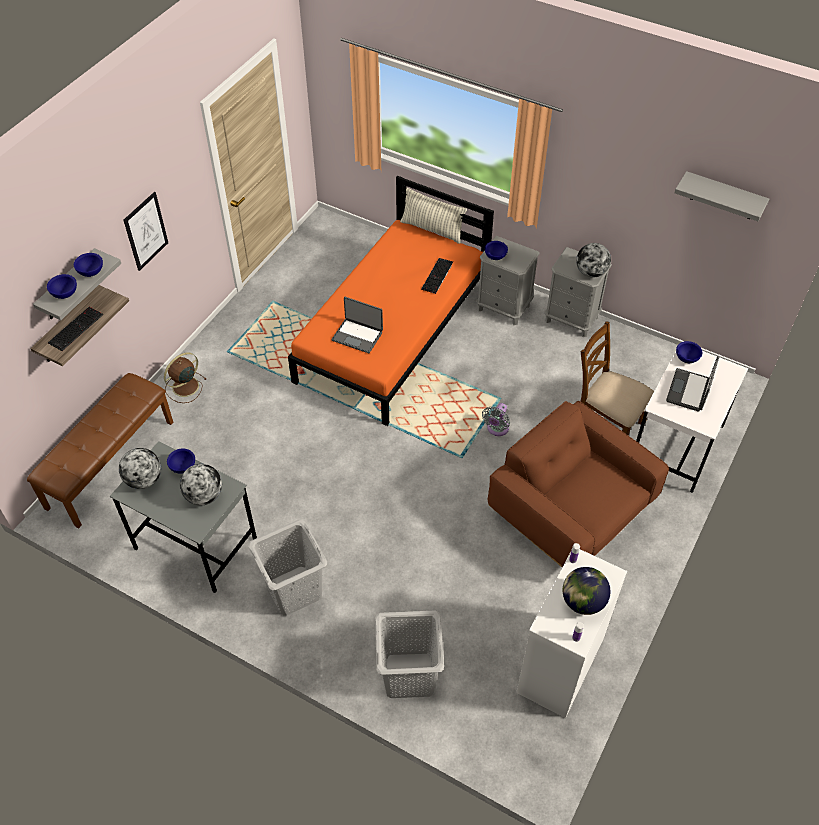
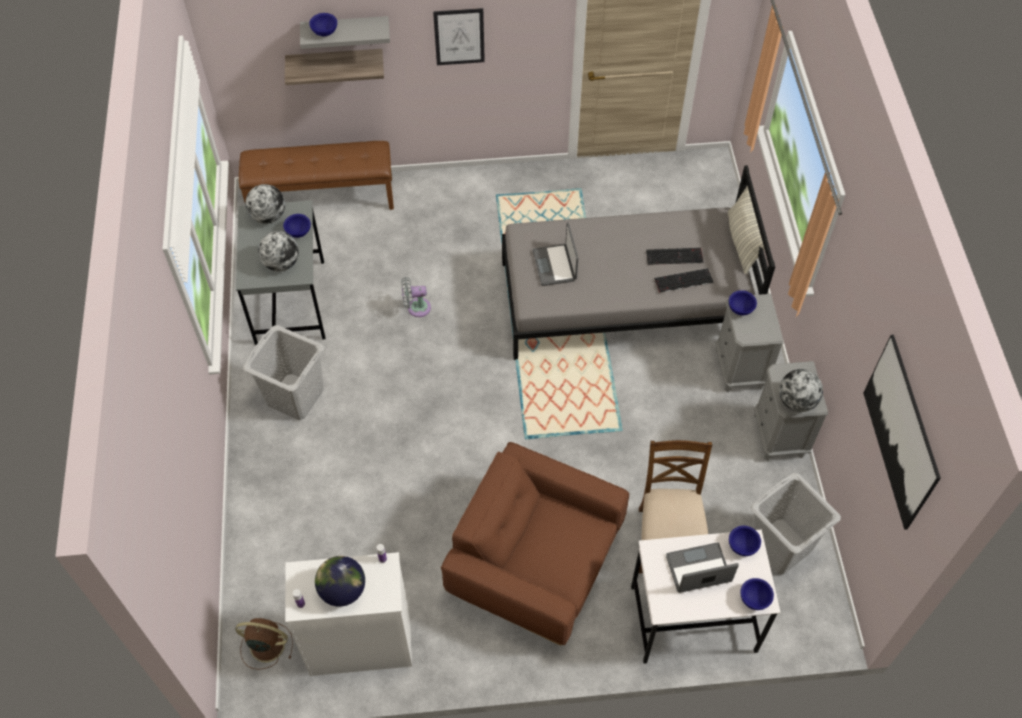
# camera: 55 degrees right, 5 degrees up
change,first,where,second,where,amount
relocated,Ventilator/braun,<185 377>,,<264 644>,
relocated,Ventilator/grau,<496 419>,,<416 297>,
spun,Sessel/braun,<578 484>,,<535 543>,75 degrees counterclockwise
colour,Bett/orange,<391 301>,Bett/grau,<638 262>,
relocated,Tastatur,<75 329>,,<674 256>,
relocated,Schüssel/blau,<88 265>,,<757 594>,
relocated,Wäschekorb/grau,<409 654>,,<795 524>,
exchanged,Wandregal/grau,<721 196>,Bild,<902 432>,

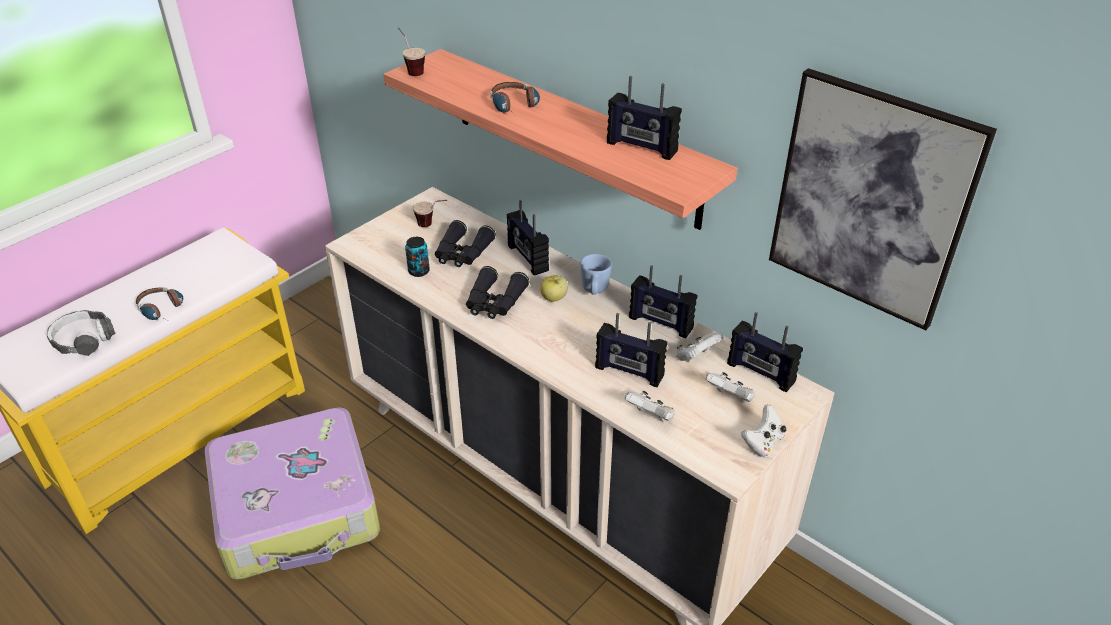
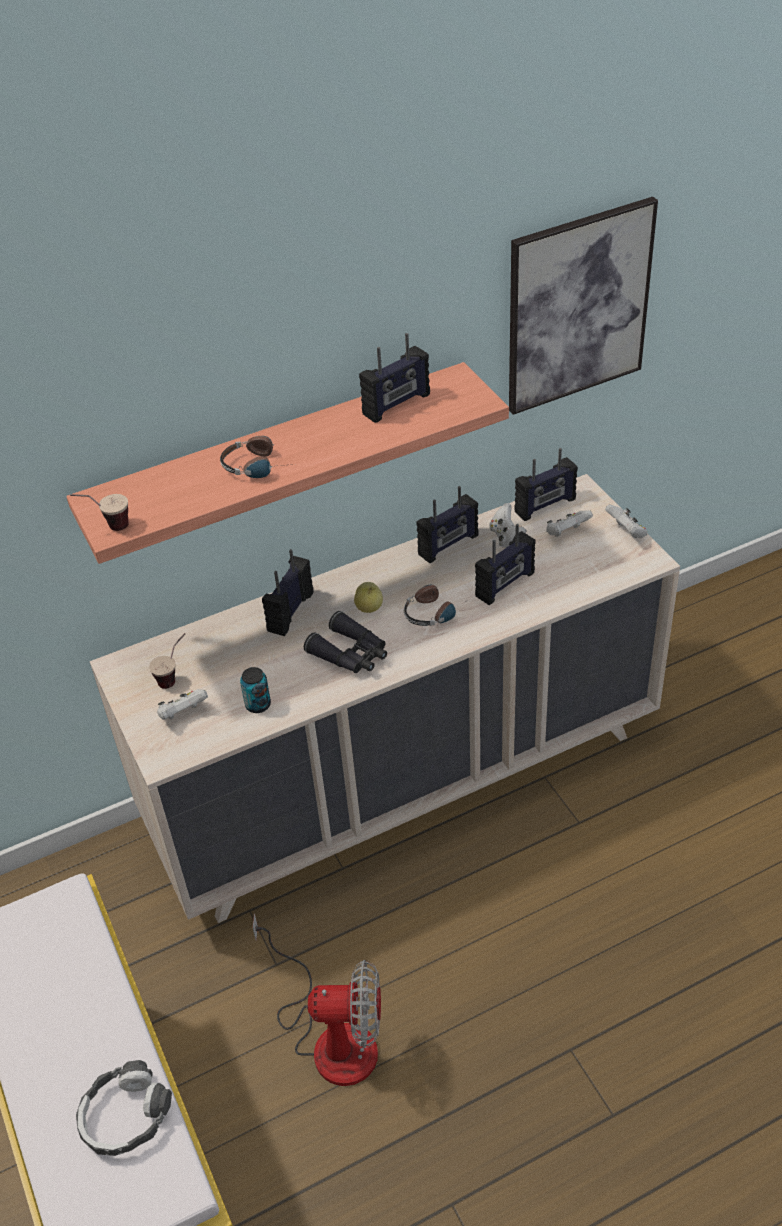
# camera: 65 degrees left, 5 degrees up
change,first,where,second,where,amount
relocated,Gamepad/weiß,<650 406>,,<182 704>,
exchanged,Koffer,<292 493>,Ventilator,<317 1000>,
spun,Radio,<528 238>,,<287 592>,120 degrees clockwise
relocated,Kopfhörer,<159 303>,,<435 605>,
missing,Fernglas/schwarz,<465 243>,,,
missing,Henkelbecher/blau,<596 274>,,,

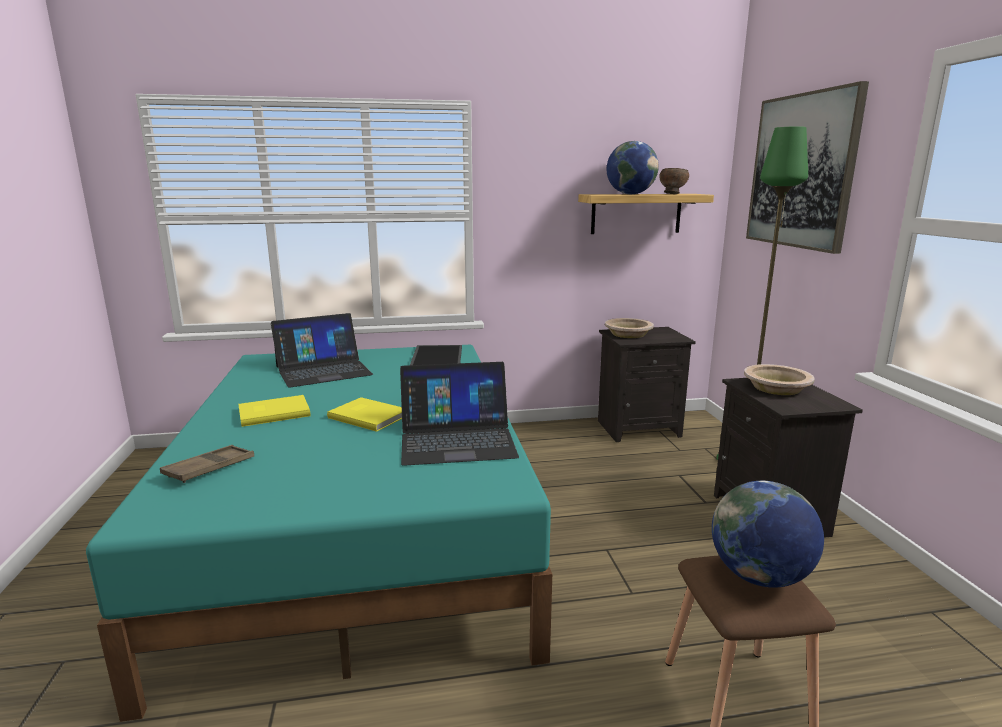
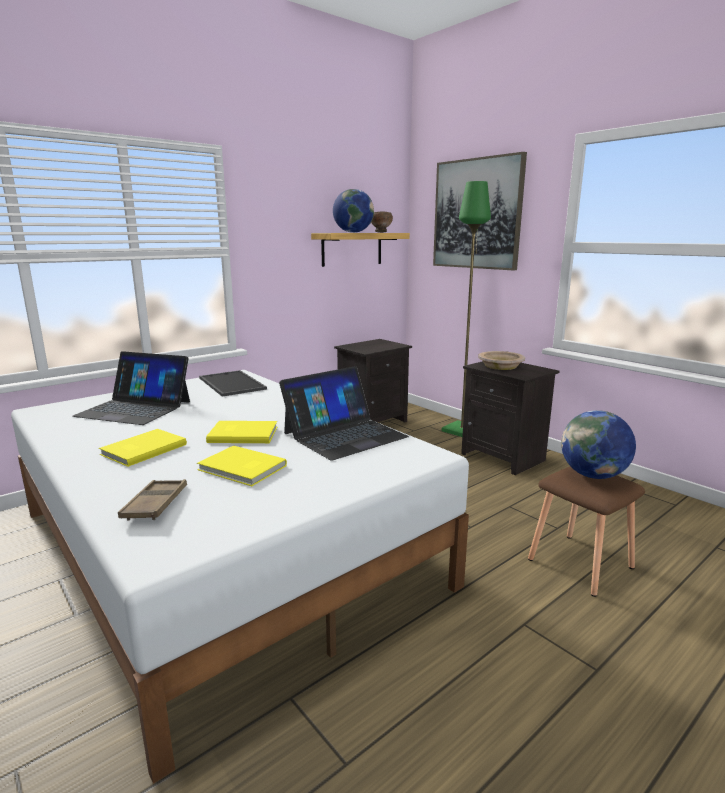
# camera: 30 degrees left, 0 degrees up
change,first,where,second,where,amount
colour,Bett/türkis,<319 533>,Bett/weiß,<240 577>,
spun,Laptop,<322 350>,,<131 388>,75 degrees clockwise
appeared,,,Buch/gelb,<242 466>,
missing,Schüssel/beige,<629 328>,,,

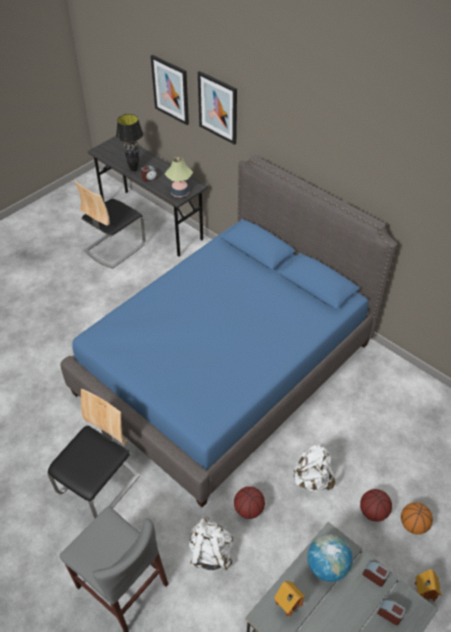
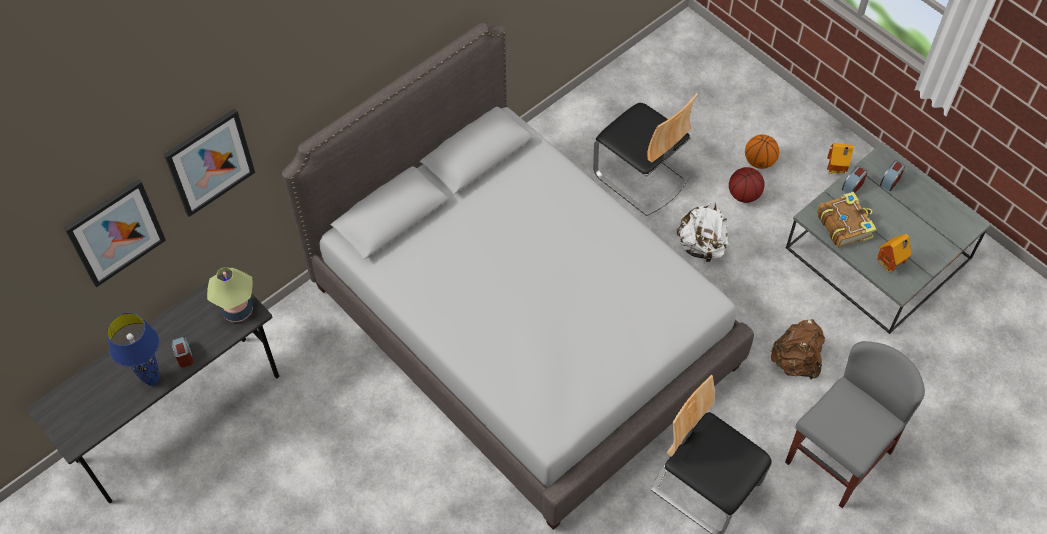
# camera: 85 degrees left, 10 degrees up
change,first,where,second,where,amount
colour,Tischlampe/schwarz,<129 143>,Tischlampe/blau,<133 349>,
colour,Bett/blau,<228 331>,Bett/grau,<518 276>,
relocated,Stuhl,<110 225>,,<645 154>,
colour,Rucksack/weiß,<211 543>,Rucksack/braun,<798 349>,
exchanged,Globus,<330 558>,Buch,<847 220>,
missing,Basketball,<249 503>,,,

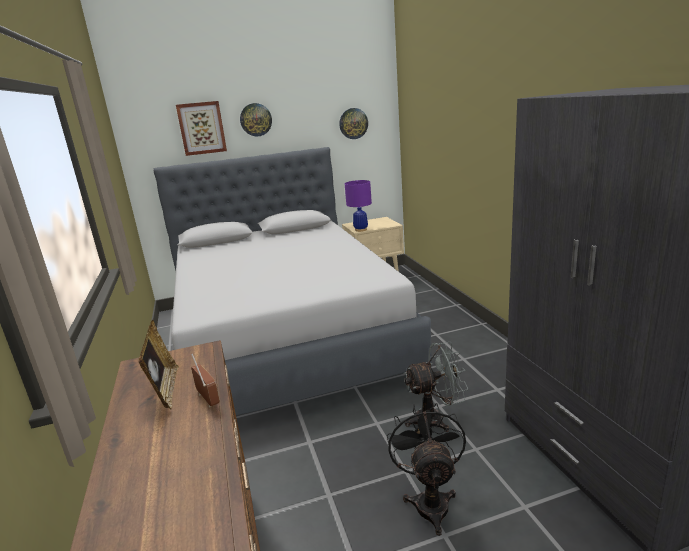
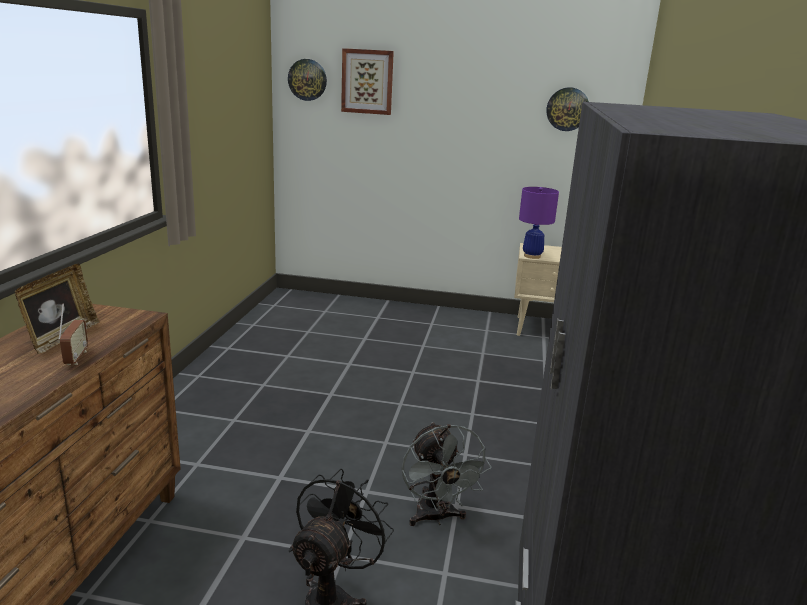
# camera: 25 degrees right, 0 degrees up
change,first,where,second,where,amount
relocated,Wanduhr,<256 120>,,<307 80>,
spun,Ventilator/grau,<436 387>,,<447 474>,60 degrees clockwise
missing,Bett/grau,<292 281>,,,

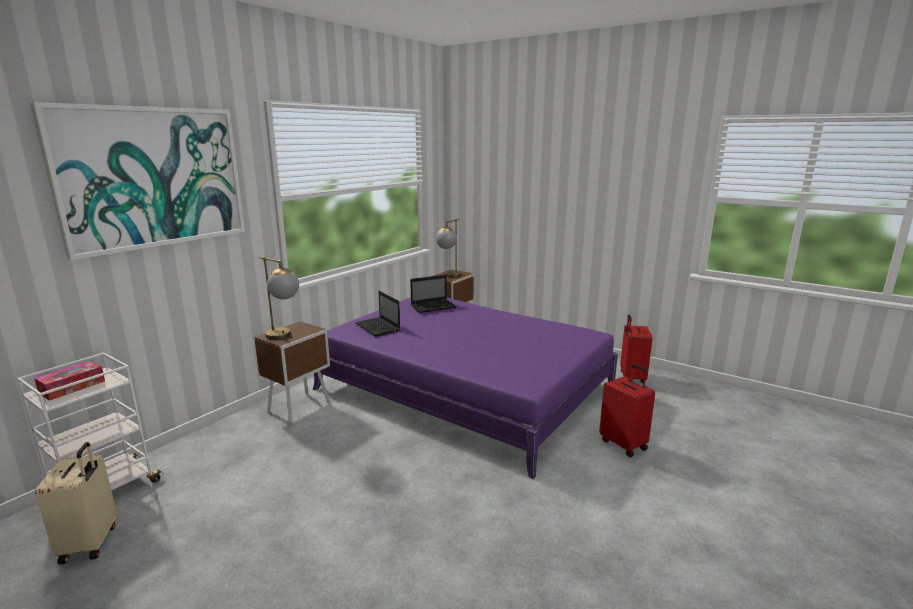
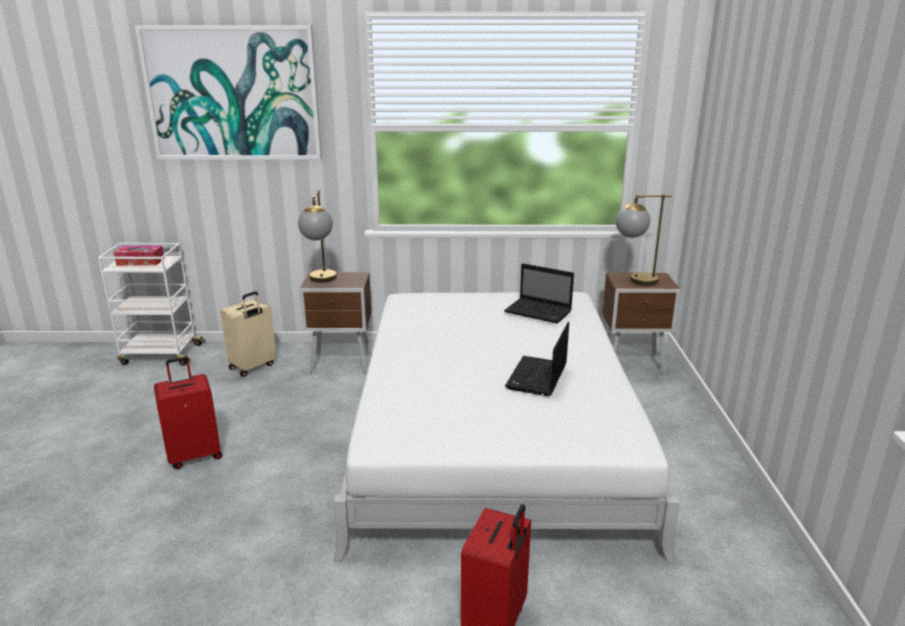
# camera: 55 degrees right, 5 degrees up
change,first,where,second,where,amount
relocated,Koffer/rot,<636 348>,,<188 413>,
relocated,Koffer/beige,<76 503>,,<248 334>,
colour,Bett/lila,<465 388>,Bett/weiß,<506 427>,
relocated,Laptop,<377 314>,,<537 359>,

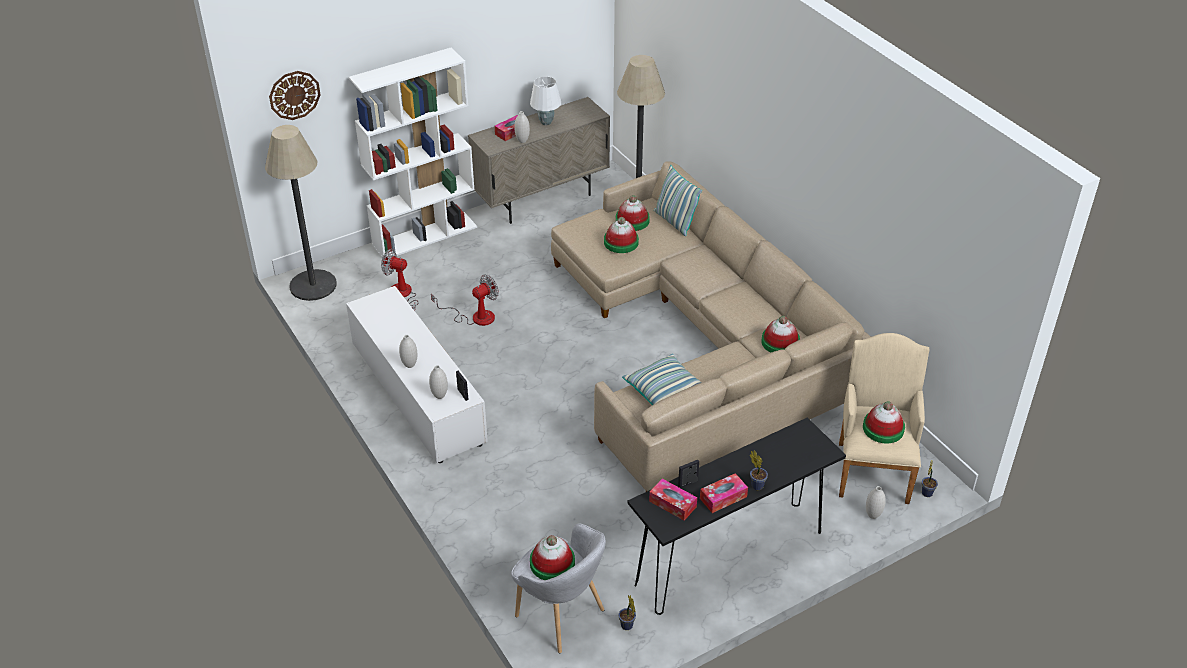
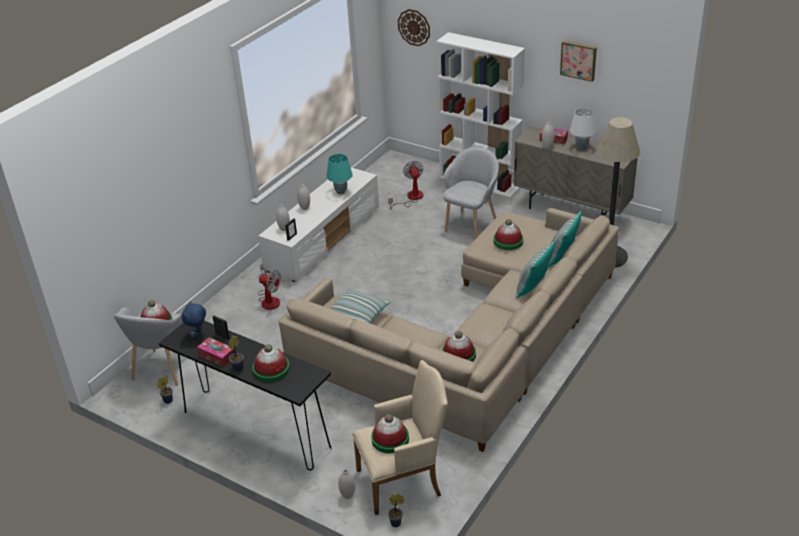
# camera: 65 degrees right, 5 degrees down
change,first,where,second,where,amount
exchanged,Taschentuchbox,<673 500>,Plüschtier/blau,<194 320>,
relocated,Hut,<633 213>,,<271 363>,
relocated,Ventilator,<465 300>,,<269 286>,
appeared,,,Tischlampe/türkis,<340 174>,
appeared,,,Sessel/grau,<471 193>,
appeared,,,Kissen,<535 269>,
appeared,,,Bild,<578 61>,
missing,Stehlampe,<301 213>,,,

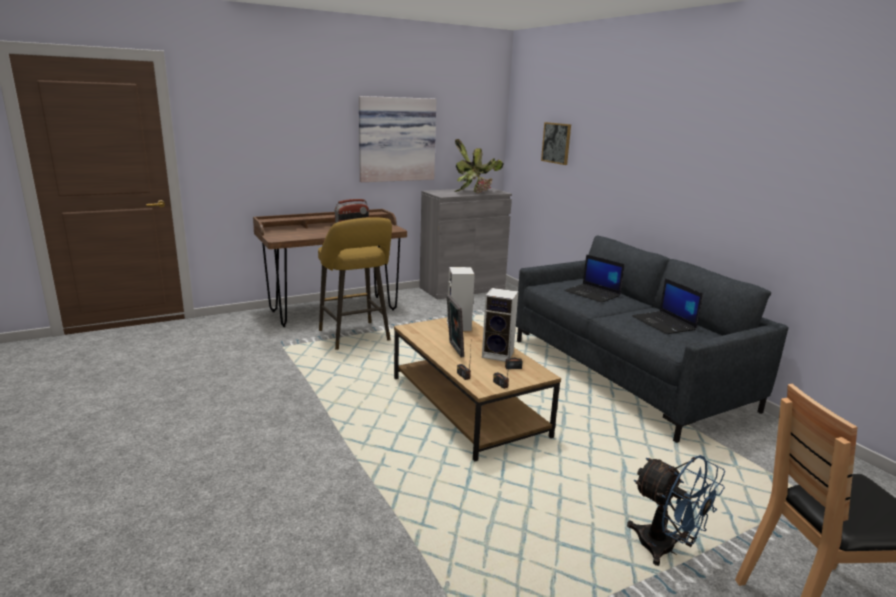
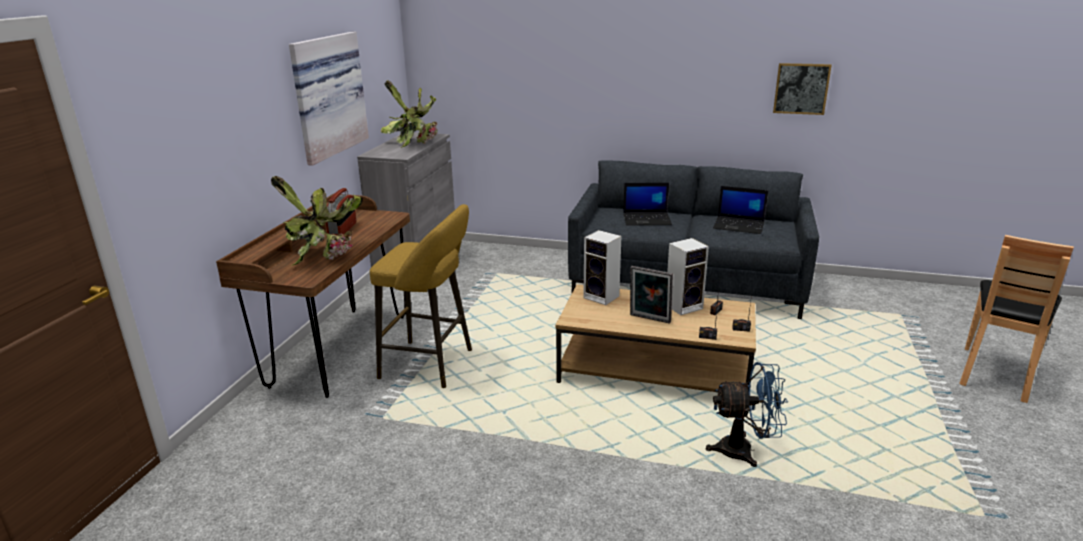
# camera: 45 degrees left, 5 degrees up
change,first,where,second,where,amount
appeared,,,Topfpflanze,<317 221>,
relocated,Ventilator/blau,<676 510>,,<747 414>,
relocated,Bild,<556 143>,,<802 89>,

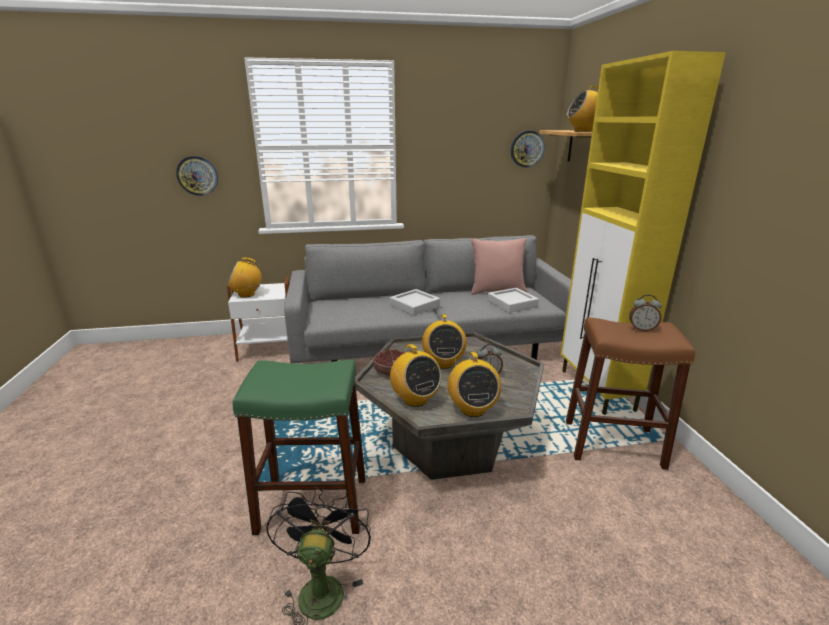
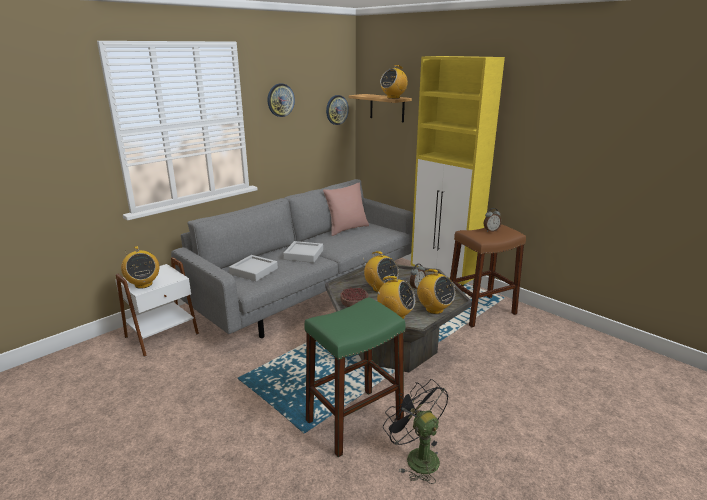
# camera: 35 degrees left, 0 degrees up
change,first,where,second,where,amount
spun,Radio,<244 278>,,<140 267>,75 degrees counterclockwise
relocated,Tablett/grau,<513 300>,,<253 268>,
relocated,Wanduhr,<197 176>,,<281 100>,

